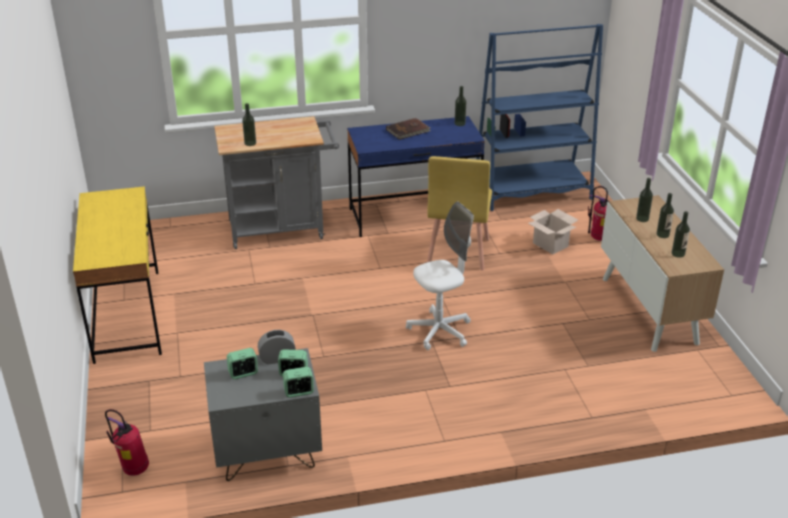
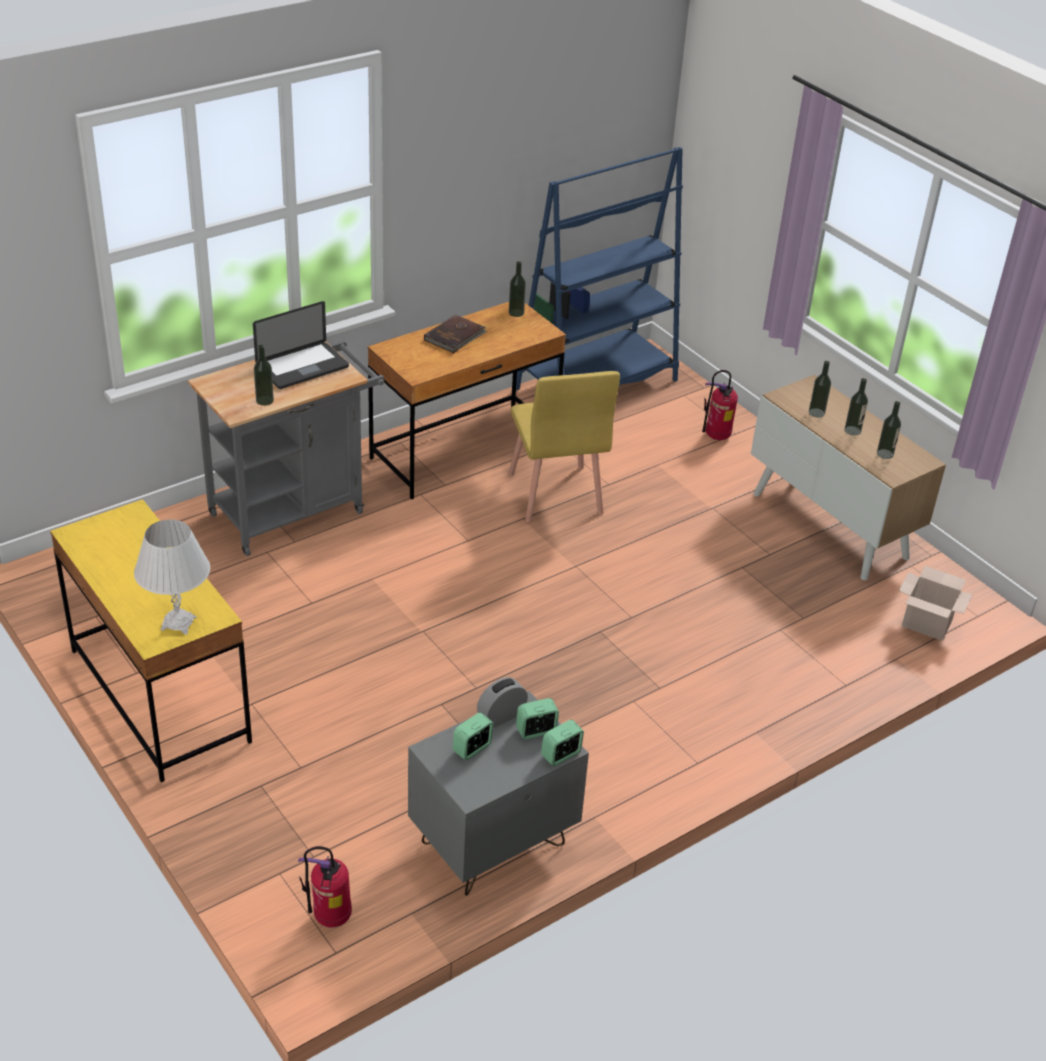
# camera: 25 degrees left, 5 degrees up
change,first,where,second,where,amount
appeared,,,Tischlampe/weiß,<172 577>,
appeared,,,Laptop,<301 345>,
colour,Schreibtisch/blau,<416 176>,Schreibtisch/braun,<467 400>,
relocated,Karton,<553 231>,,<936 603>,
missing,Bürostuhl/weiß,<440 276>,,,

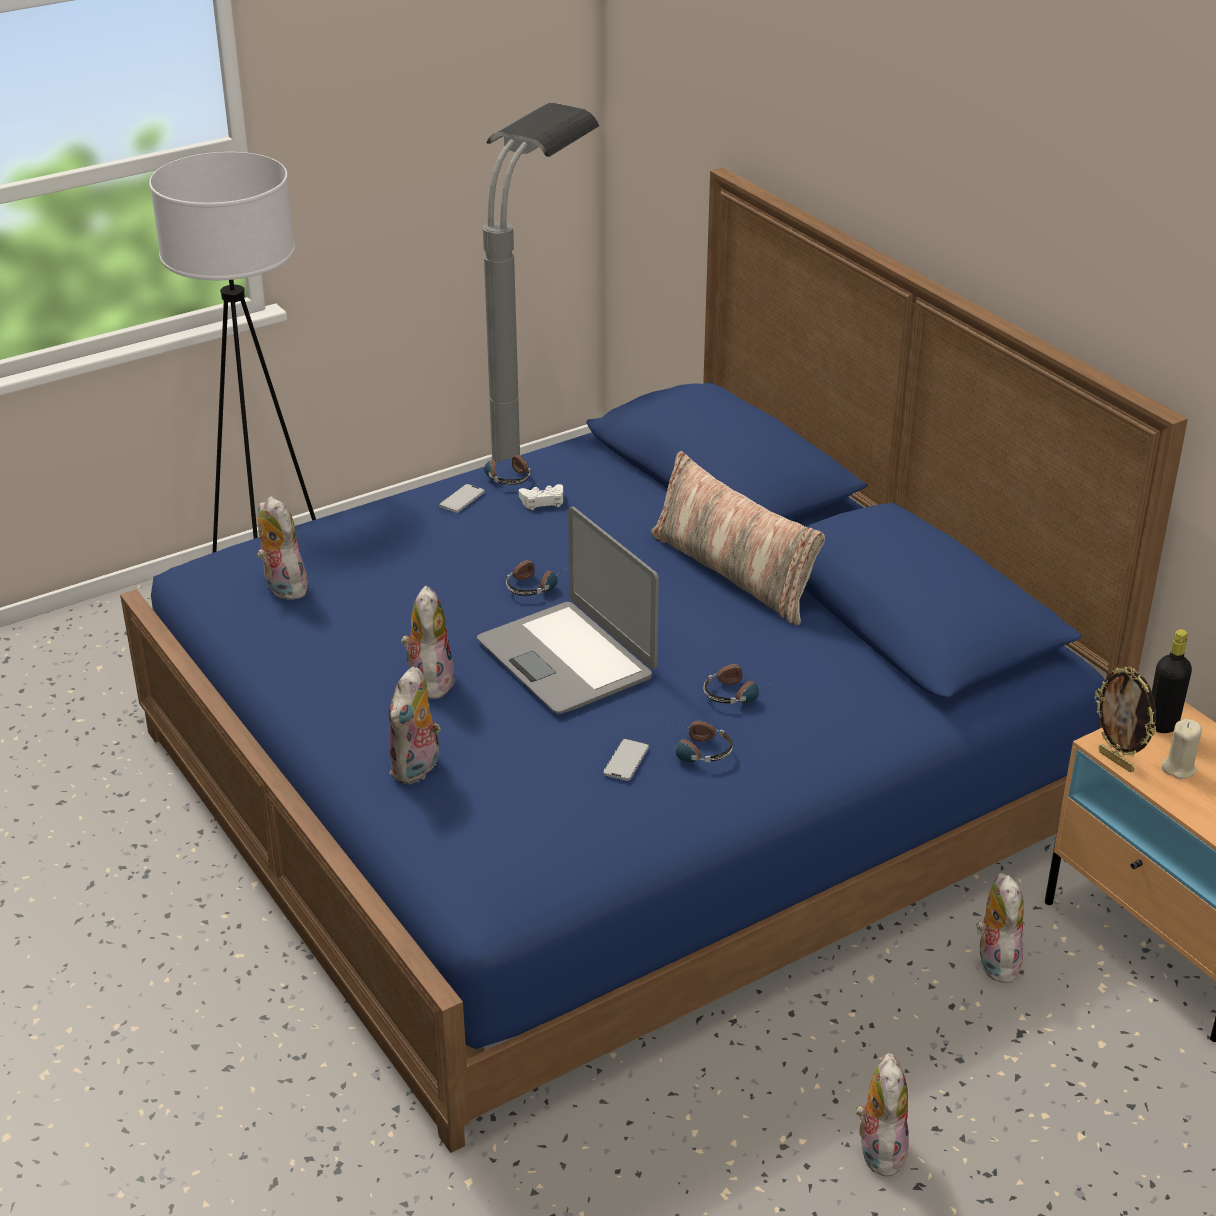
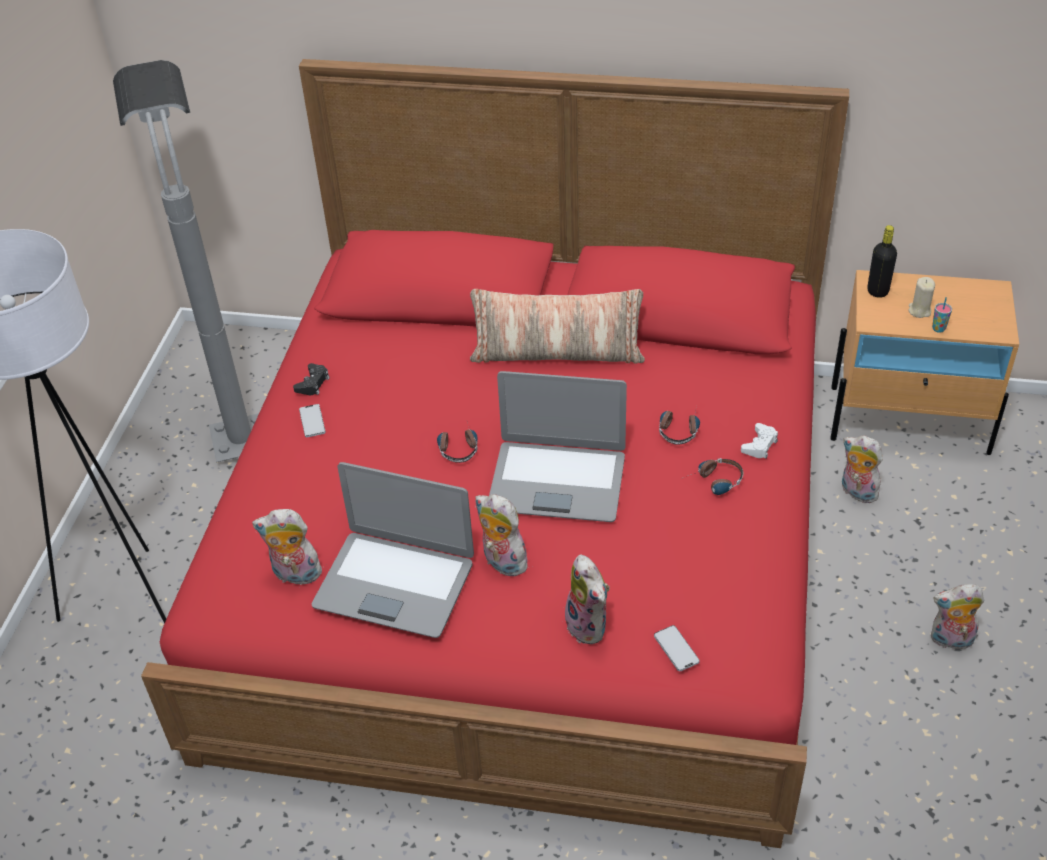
# camera: 45 degrees left, 10 degrees up
change,first,where,second,where,amount
colour,Bett/blau,<654 660>,Bett/rot,<495 453>,
exchanged,Kopfhörer,<507 467>,Gamepad/schwarz,<311 379>,
appeared,,,Laptop,<393 550>,
relocated,Handy,<626 760>,,<677 648>,
relocated,Gamepad/weiß,<541 497>,,<759 440>,
spun,Plüschtier,<882 1115>,,<957 617>,45 degrees counterclockwise
appeared,,,Tasse,<942 315>,
missing,Bilderrahmen,<1125 719>,,,

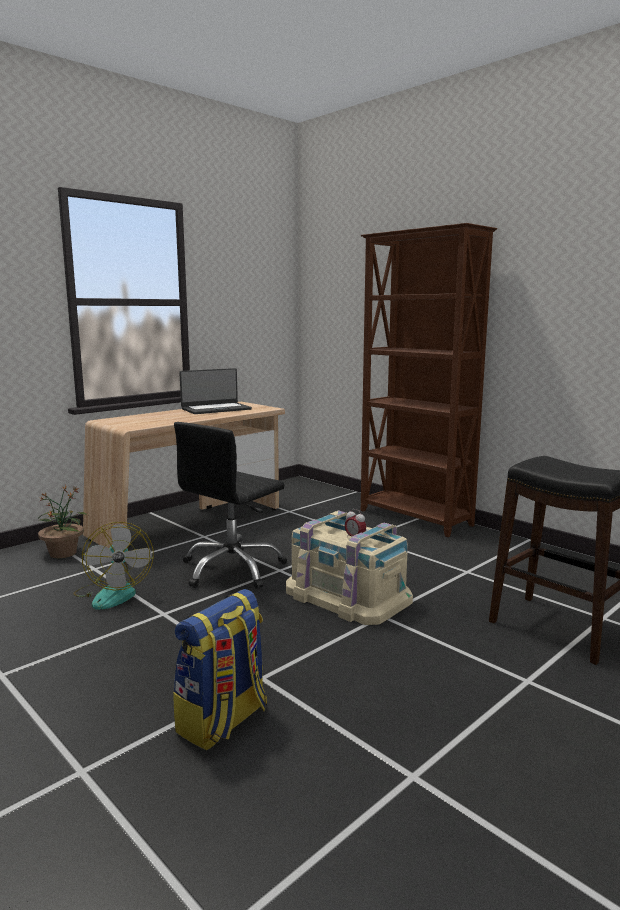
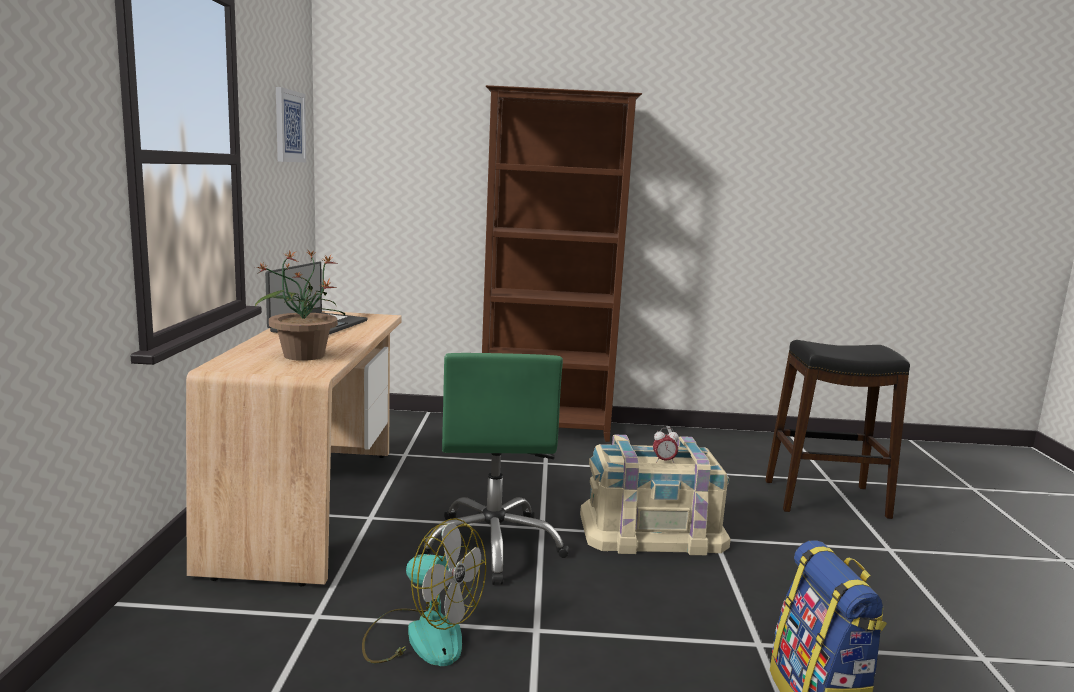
# camera: 45 degrees left, 0 degrees up
change,first,where,second,where,amount
relocated,Topfpflanze,<63 521>,,<300 305>,
appeared,,,Bild,<291 124>,
colour,Bürostuhl/schwarz,<230 505>,Bürostuhl/grün,<493 469>,

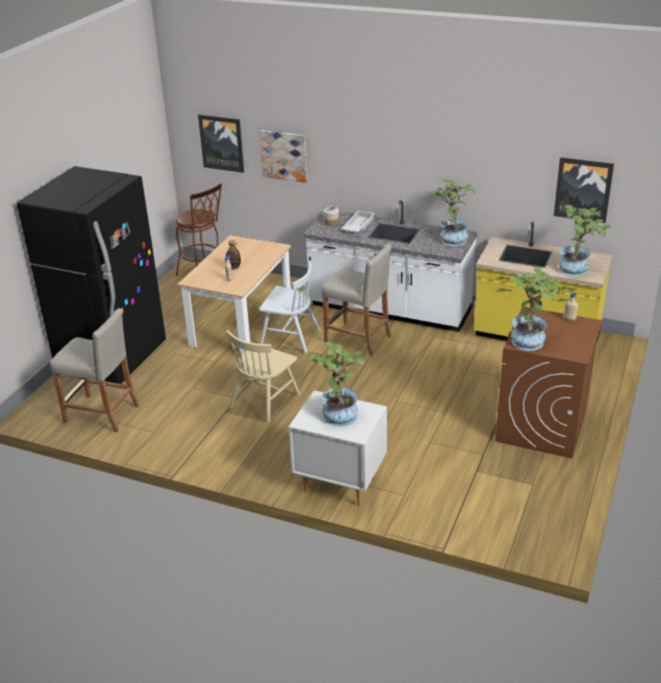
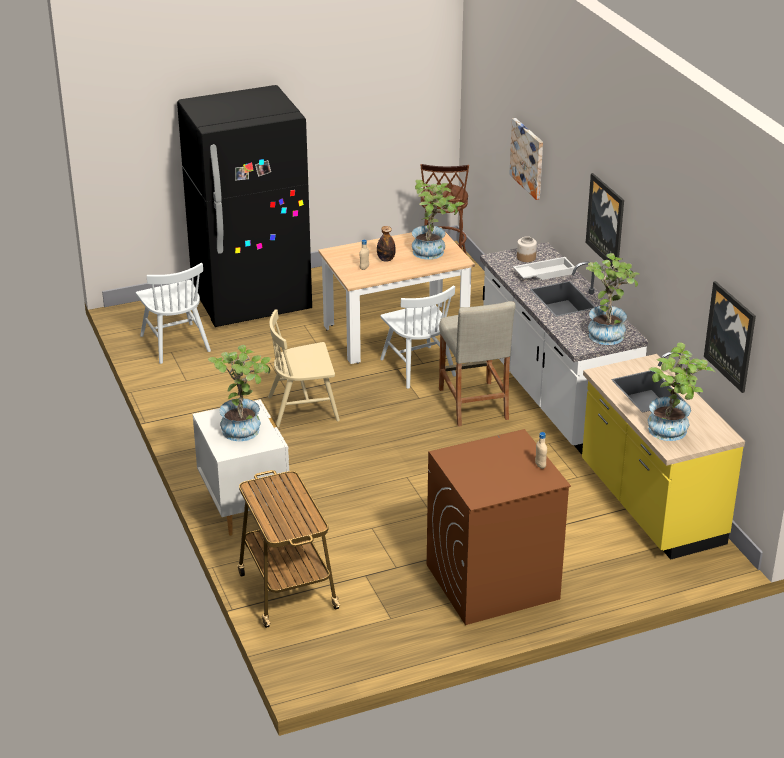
# camera: 45 degrees right, 0 degrees up
change,first,where,second,where,amount
exchanged,Hocker/beige,<95 370>,Stuhl/weiß,<173 313>,
appeared,,,Rollwagen,<289 549>,
relocated,Topfpflanze,<534 309>,,<438 220>,
relocated,Bild,<221 144>,,<605 221>,

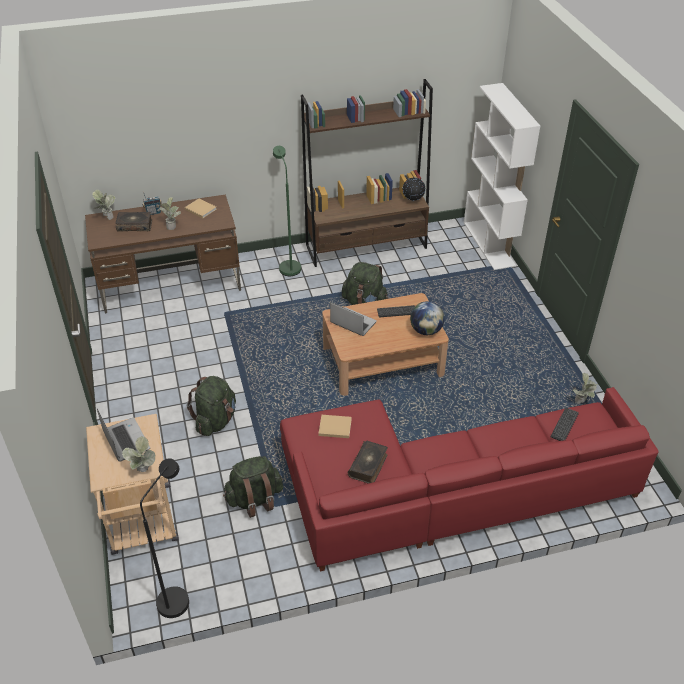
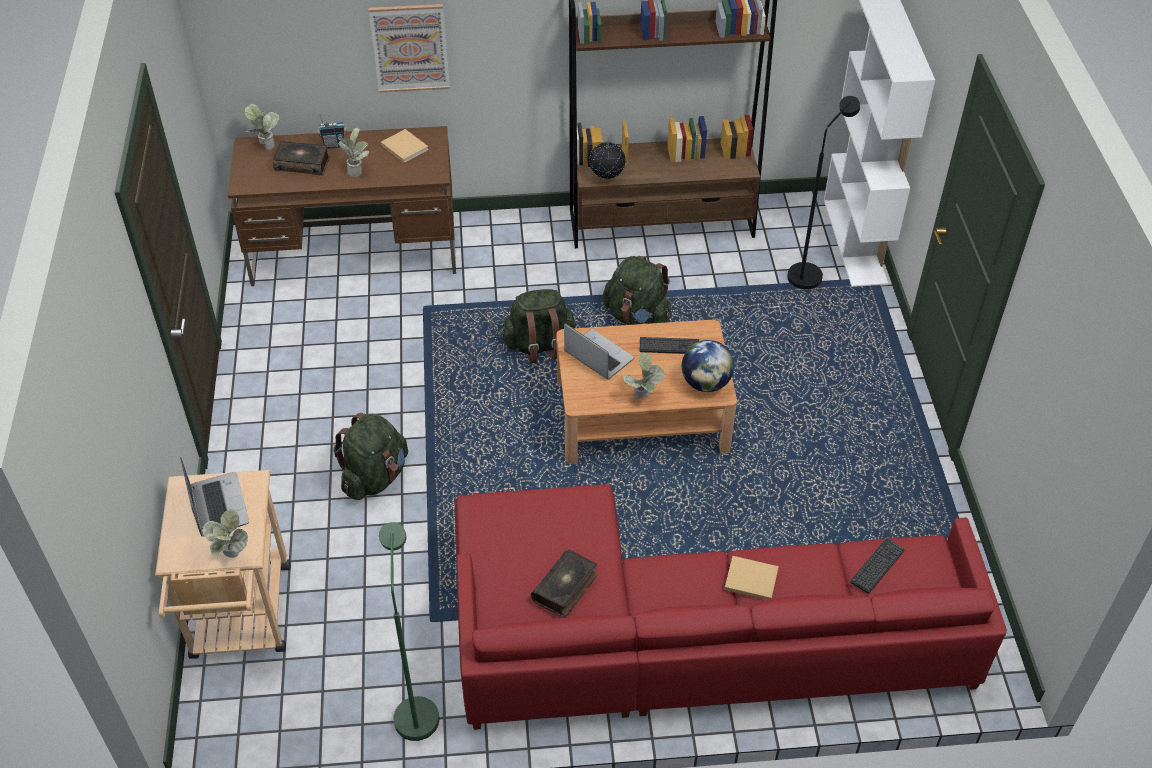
# camera: 10 degrees right, 5 degrees up
change,first,where,second,where,amount
appeared,,,Bild,<409 48>,
relocated,Stehlampe/grün,<287 211>,,<409 631>,
relocated,Rucksack/grün,<253 487>,,<538 326>,
relocated,Globus,<414 189>,,<607 161>,
relocated,Topfpflanze,<585 388>,,<644 376>,
relocated,Buch/beige,<335 426>,,<751 578>,
relocated,Stehlampe/schwarz,<164 538>,,<823 193>,

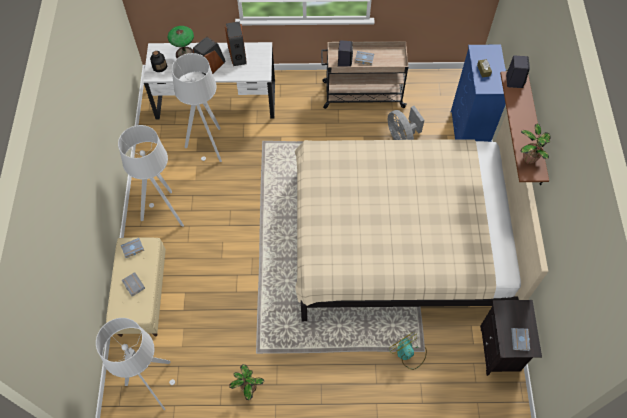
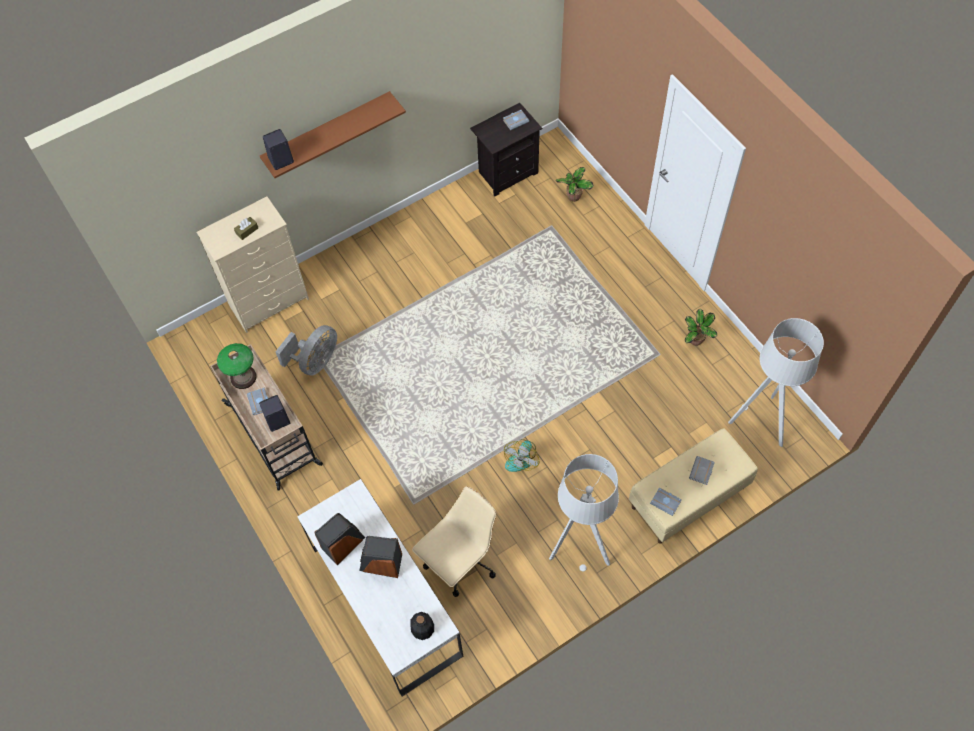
# camera: 120 degrees left, 0 degrees up
change,first,where,second,where,amount
colour,Kommode/blau,<479 93>,Kommode/beige,<253 264>,
relocated,Tischlampe,<181 42>,,<237 366>,
exchanged,Stehlampe/grau,<197 107>,Bürostuhl/beige,<454 542>,
relocated,Ventilator,<408 351>,,<522 455>,
relocated,Topfpflanze,<535 144>,,<574 184>,
missing,Bett/beige,<421 217>,,,

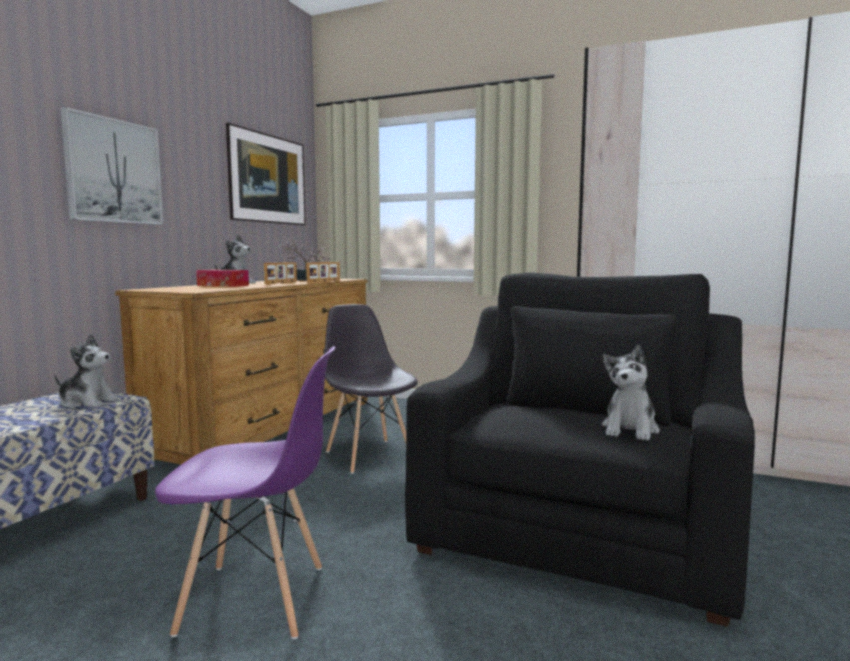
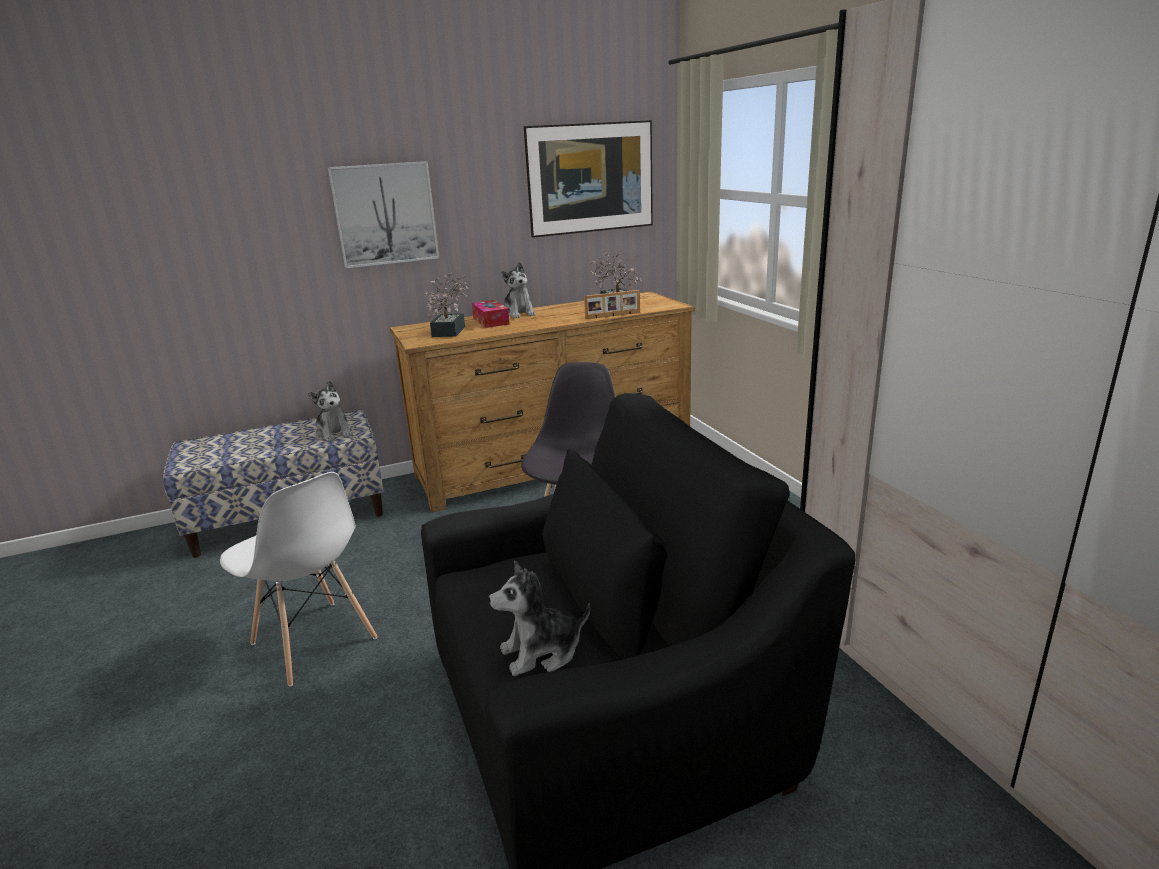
# camera: 45 degrees right, 15 degrees up
change,first,where,second,where,amount
colour,Stuhl/lila,<245 492>,Stuhl/weiß,<298 579>,
appeared,,,Topfpflanze,<447 305>,
missing,Bilderrahmen,<280 273>,,,

